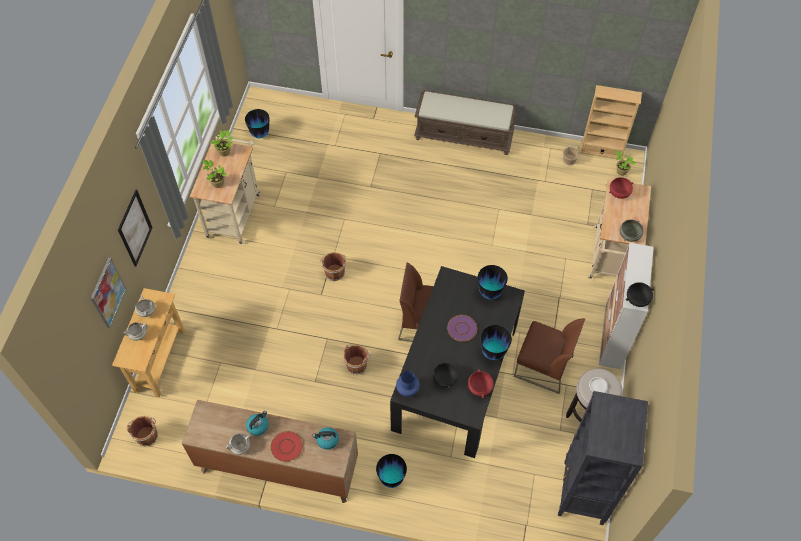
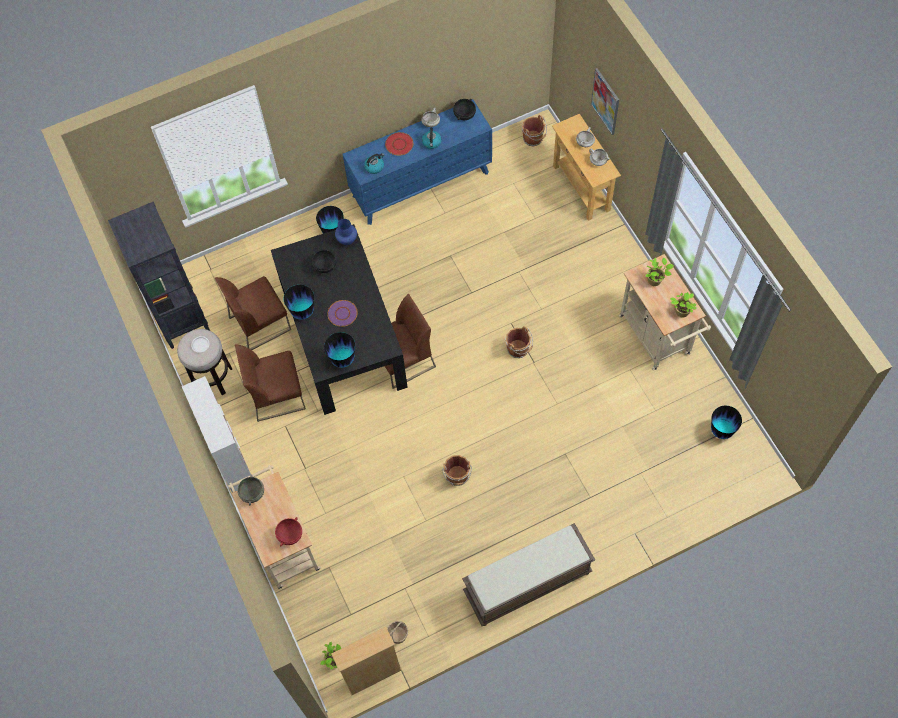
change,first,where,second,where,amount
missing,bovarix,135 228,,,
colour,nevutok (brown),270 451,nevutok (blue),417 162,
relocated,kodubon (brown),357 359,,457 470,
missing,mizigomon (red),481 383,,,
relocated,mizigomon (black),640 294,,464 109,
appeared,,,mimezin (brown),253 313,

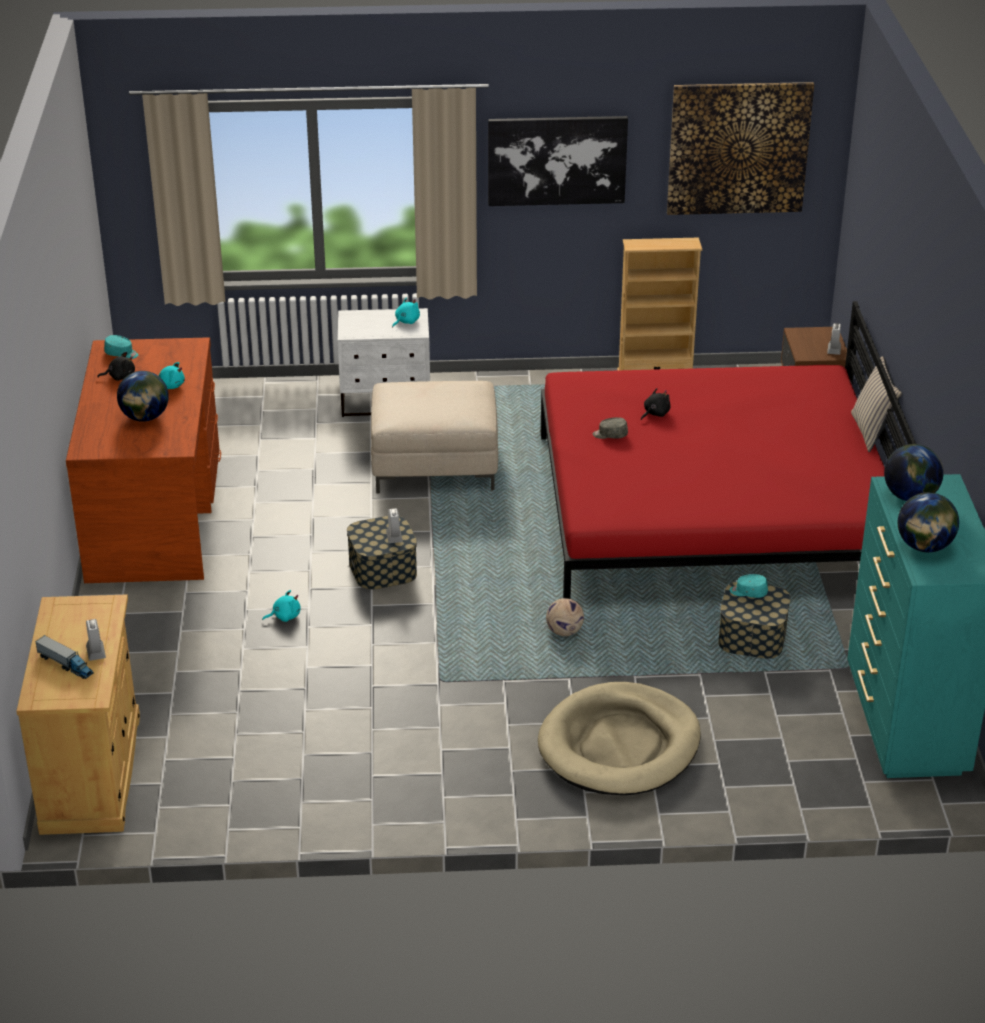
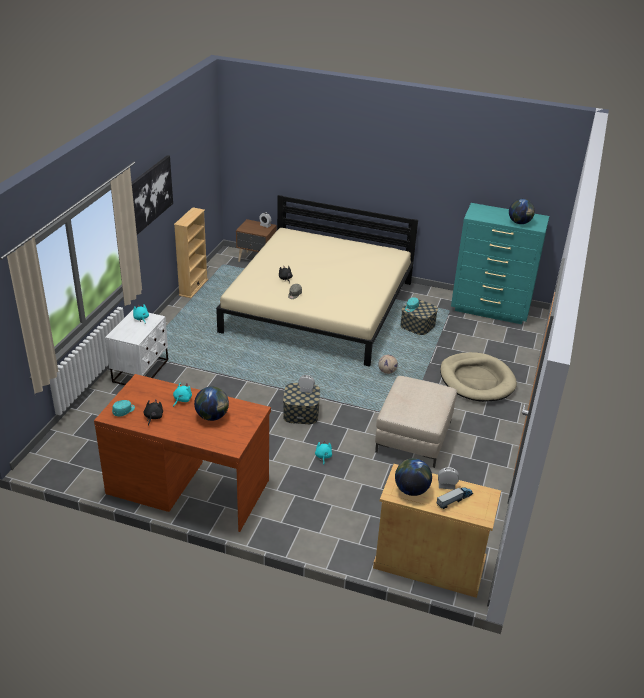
change,first,where,second,where,amount
relocated,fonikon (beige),434 437,,416 422,
colour,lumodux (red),728 450,lumodux (beige),317 281,
missing,bovarix,740 148,,,
missing,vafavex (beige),876 404,,,
relocated,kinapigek,913 472,,413 477,

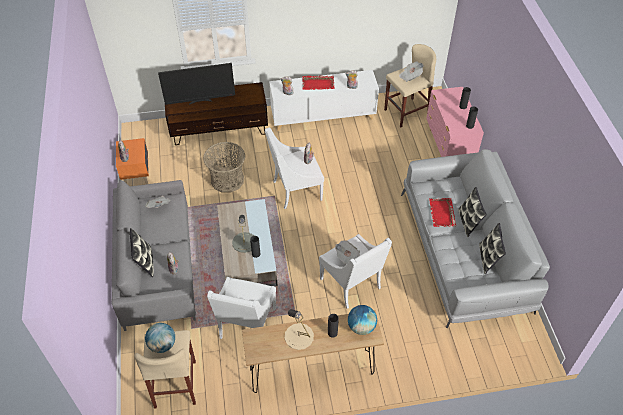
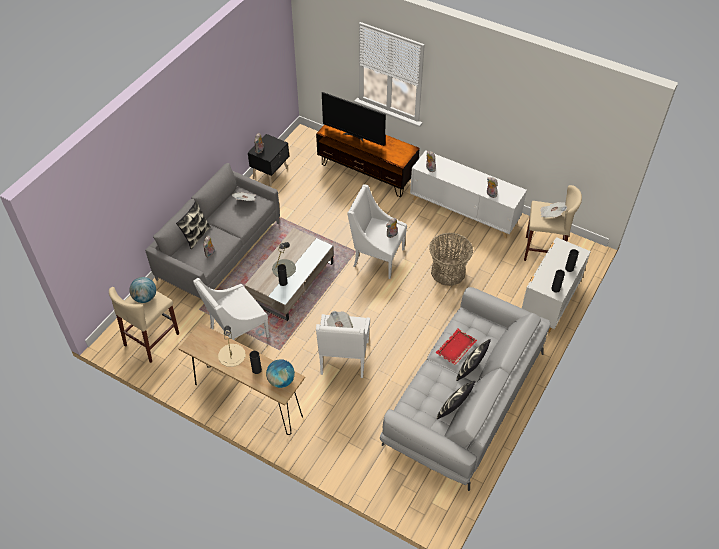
change,first,where,second,where,amount
colour,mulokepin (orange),132 161,mulokepin (black),268 160,
relocated,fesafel,224 167,,451 259,
missing,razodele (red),318 83,,,
colour,nevutok (pink),455 122,nevutok (white),556 285,

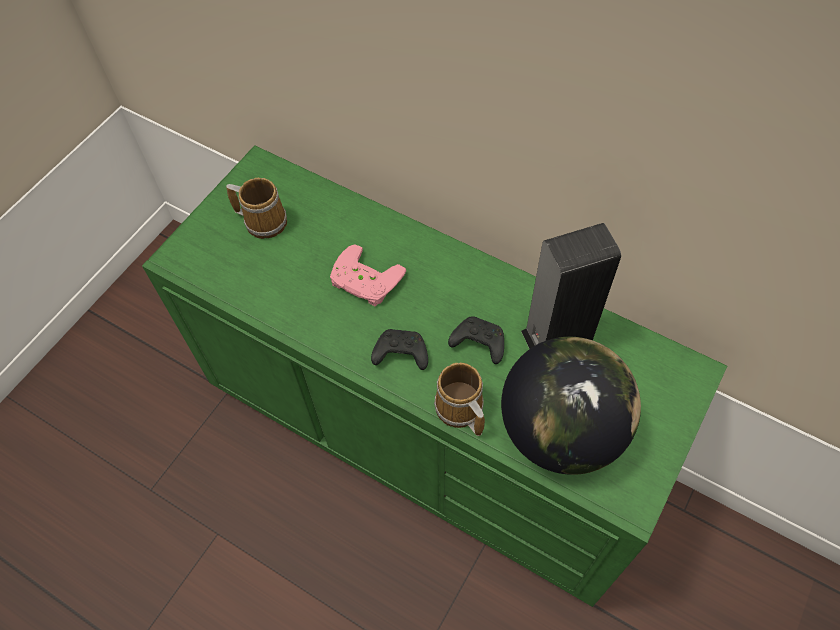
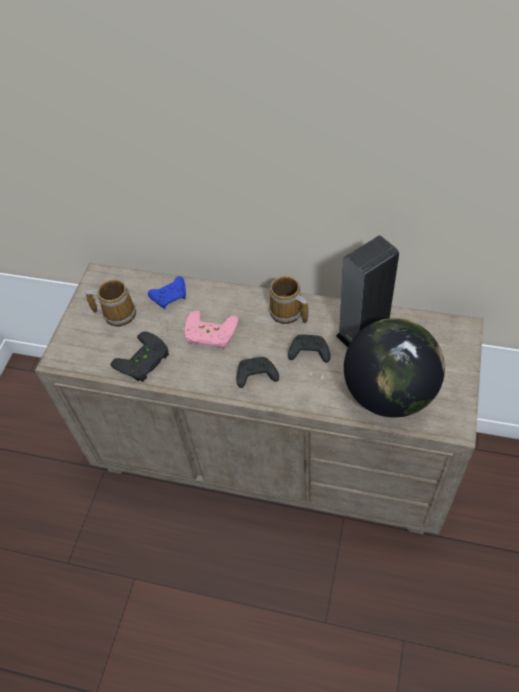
change,first,where,second,where,amount
colour,nevutok (green),434 376,nevutok (beige),259 398,
relocated,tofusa,459 399,,288 300,
appeared,,,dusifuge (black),139 357,
appeared,,,dusifuge (blue),167 292,

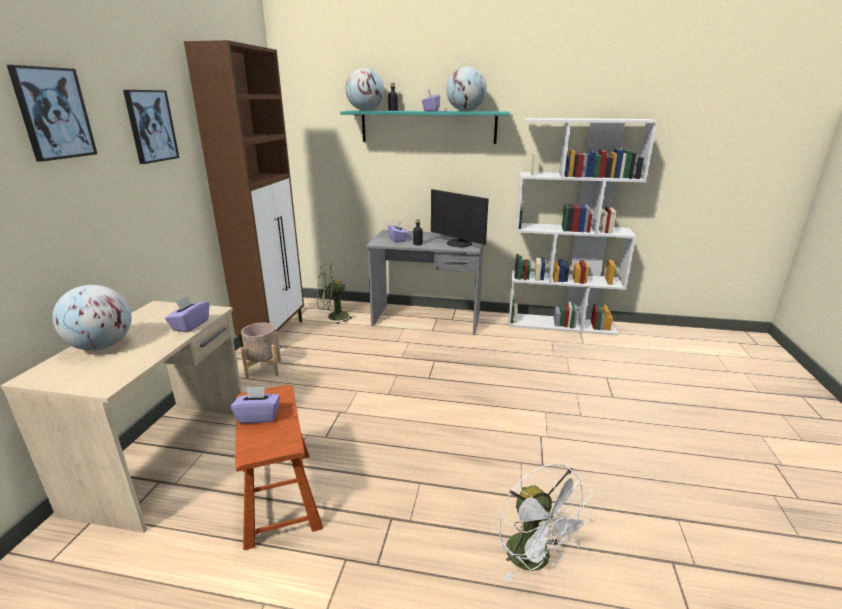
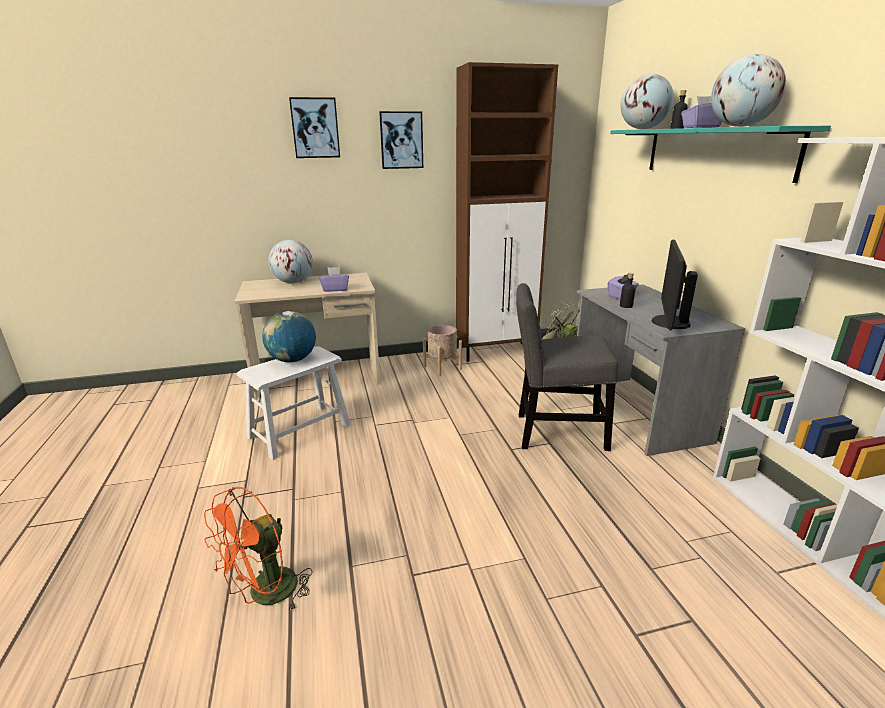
change,first,where,second,where,amount
exchanged,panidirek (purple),255 405,kinapigek,289 336,
colour,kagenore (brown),279 467,kagenore (white),293 403,
colour,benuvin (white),546 522,benuvin (orange),258 549,
appeared,,,mimezin (grey),567 367,

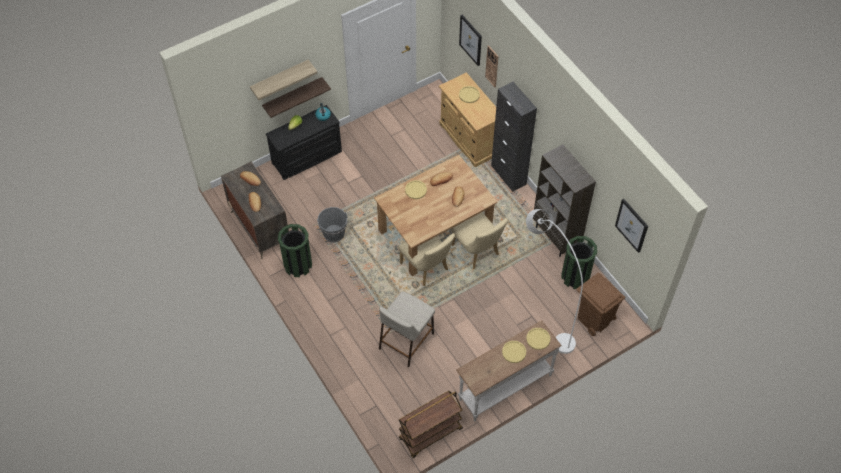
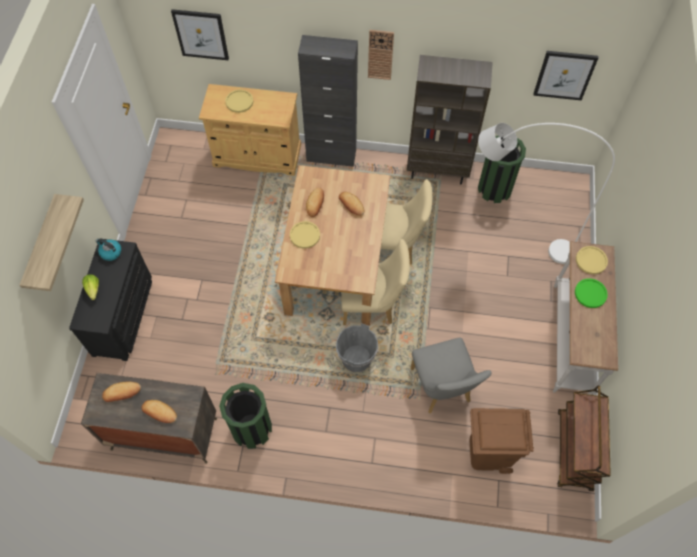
change,first,where,second,where,amount
missing,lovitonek,296 97,,,
relocated,kodubon (grey),332 225,,357 347,
exchanged,kagenore (beige),407 329,mimezin (grey),451 375,
relocated,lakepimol,491 66,,381 55,
colour,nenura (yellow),514 352,nenura (green),591 293,
relocated,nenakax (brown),601 304,,502 441,

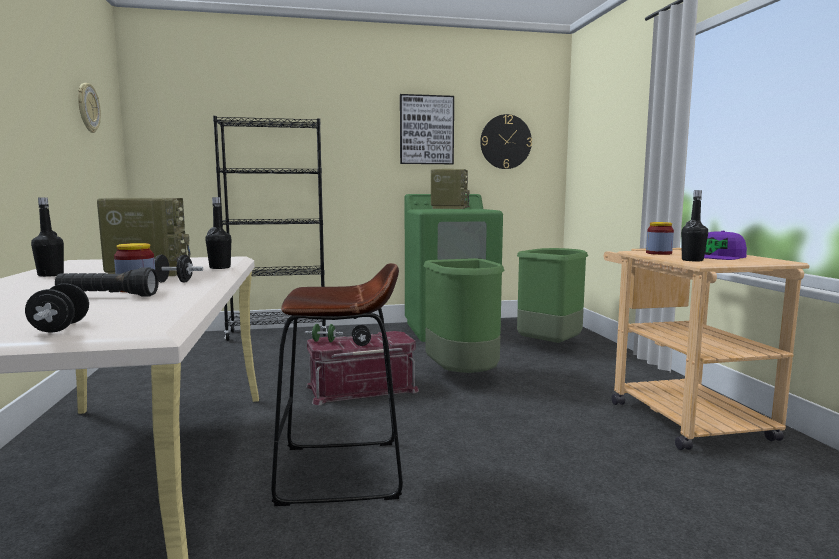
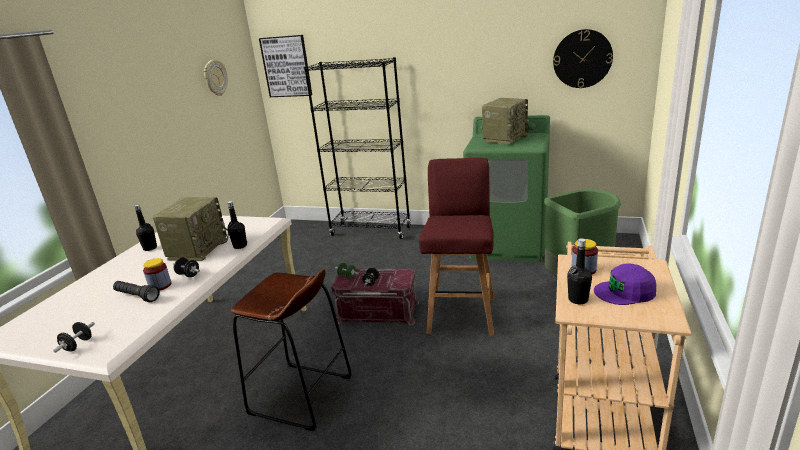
change,first,where,second,where,amount
relocated,bovarix,427 129,,285 66,
exchanged,nenakax (green),464 315,kagenore (red),456 247,

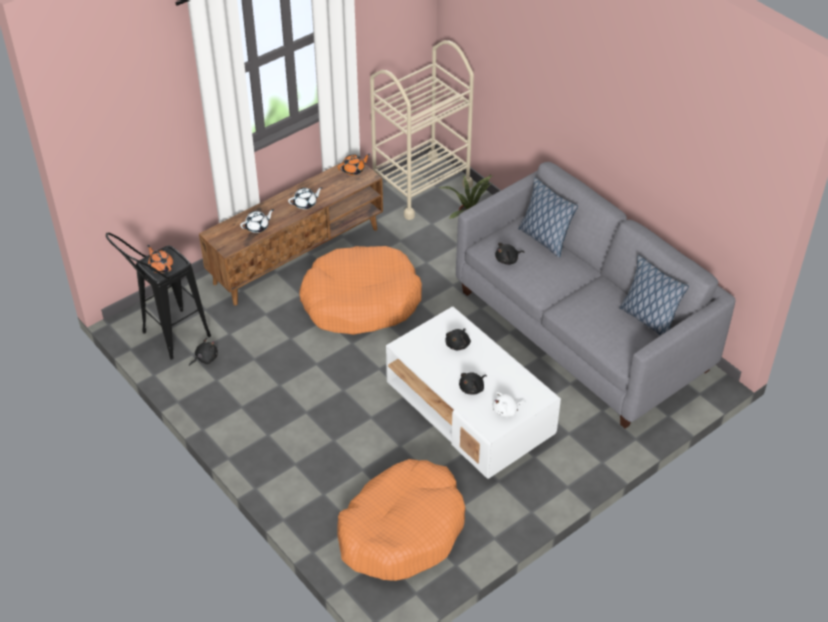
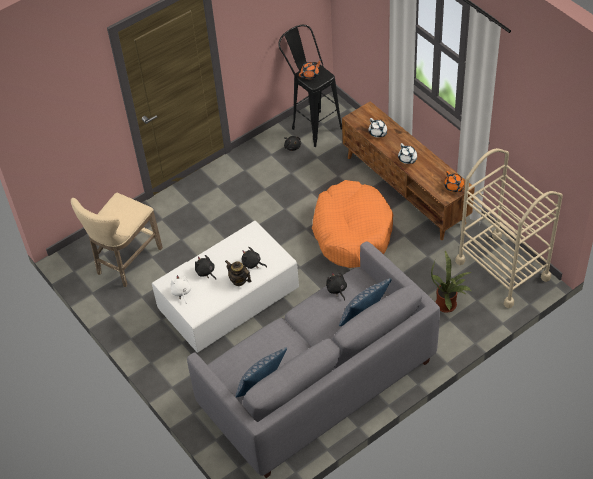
change,first,where,second,where,amount
exchanged,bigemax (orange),401 520,kagenore (beige),117 240,
appeared,,,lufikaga,238 273,

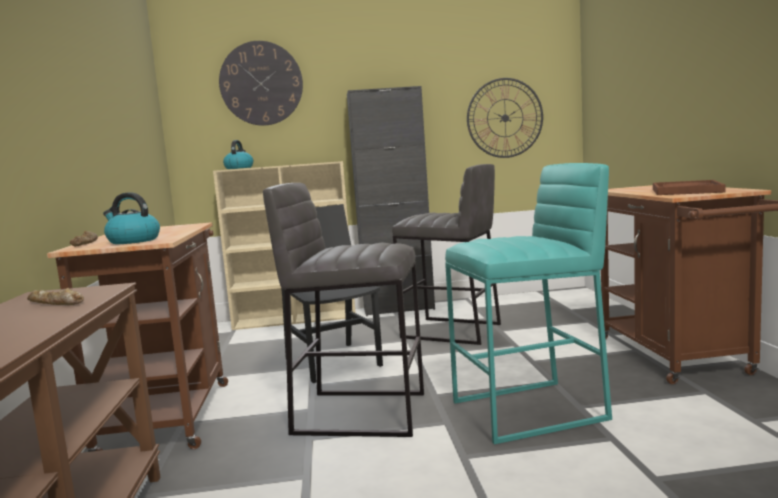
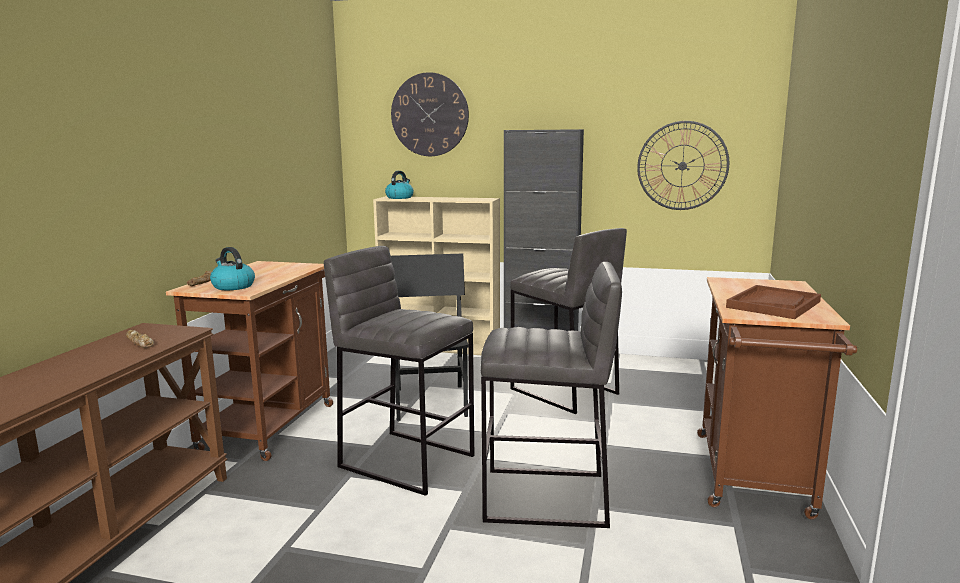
change,first,where,second,where,amount
colour,kagenore (turquoise),528 303,kagenore (grey),551 395,

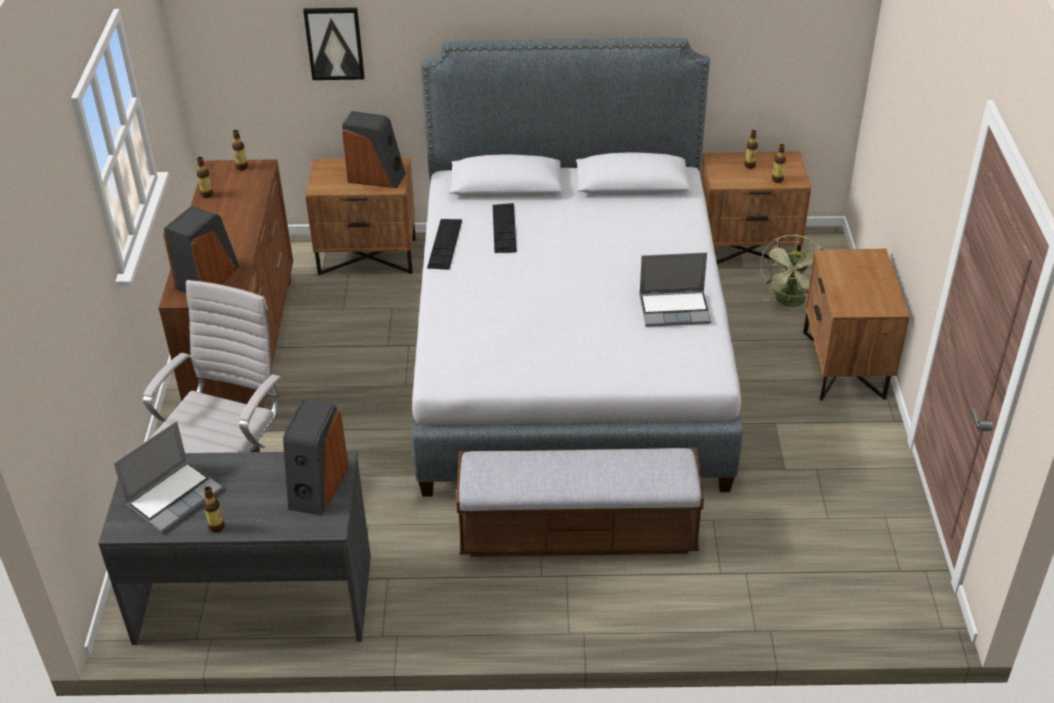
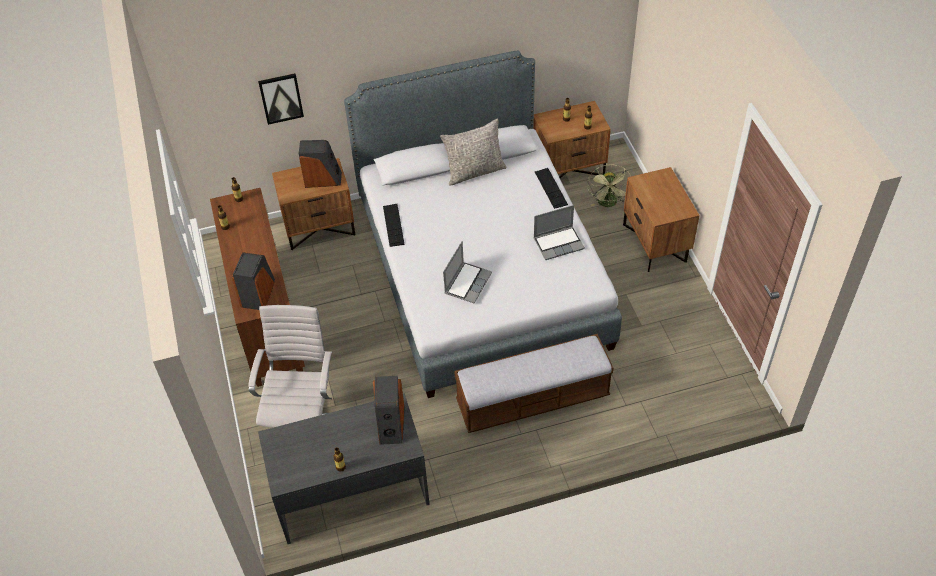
change,first,where,second,where,amount
relocated,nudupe,168 476,,467 272,
relocated,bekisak,505 228,,551 188,
appeared,,,vafavex (grey),473 152,

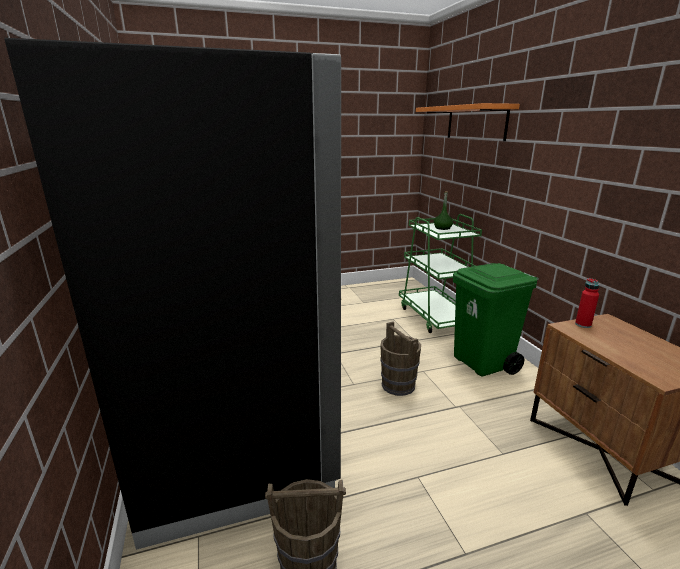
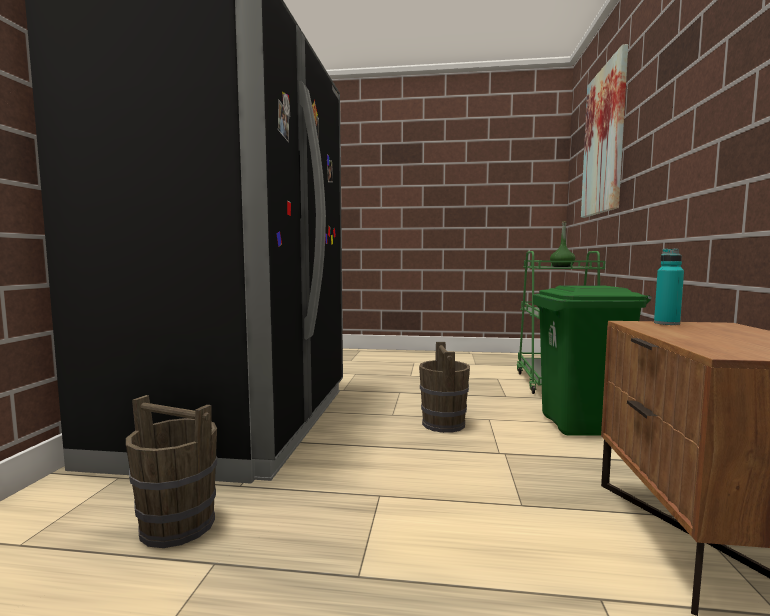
change,first,where,second,where,amount
exchanged,lovitonek (orange),468 122,bovarix,604 131,
colour,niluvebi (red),587 303,niluvebi (turquoise),669 287,

